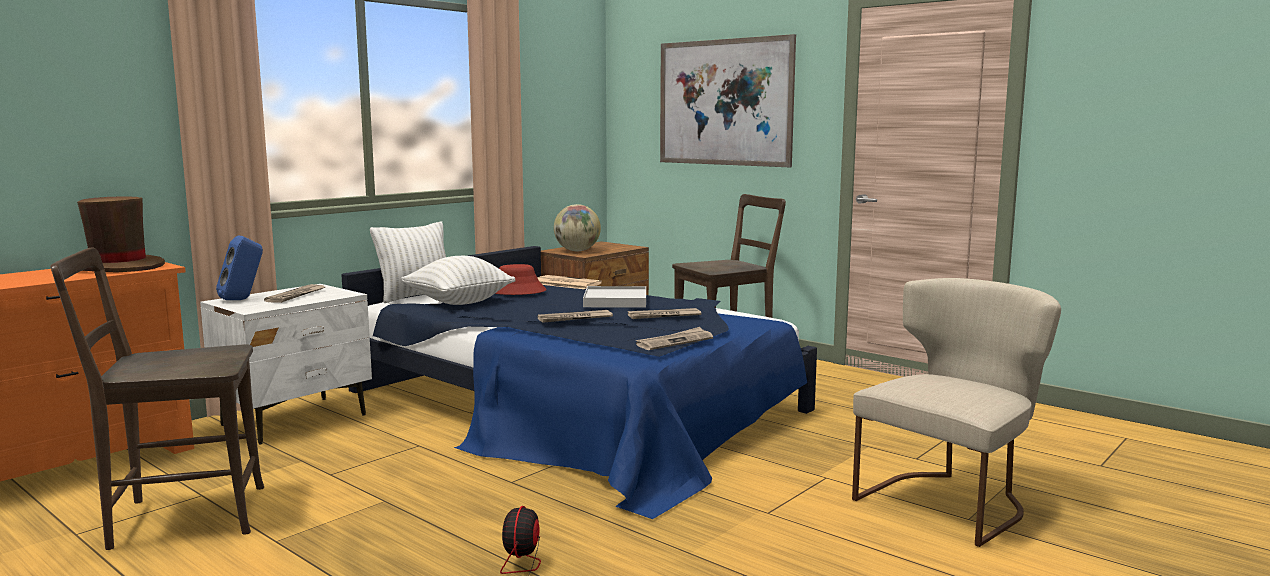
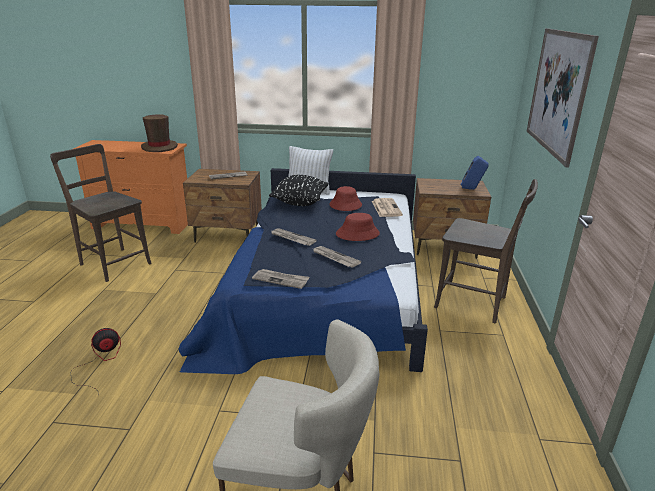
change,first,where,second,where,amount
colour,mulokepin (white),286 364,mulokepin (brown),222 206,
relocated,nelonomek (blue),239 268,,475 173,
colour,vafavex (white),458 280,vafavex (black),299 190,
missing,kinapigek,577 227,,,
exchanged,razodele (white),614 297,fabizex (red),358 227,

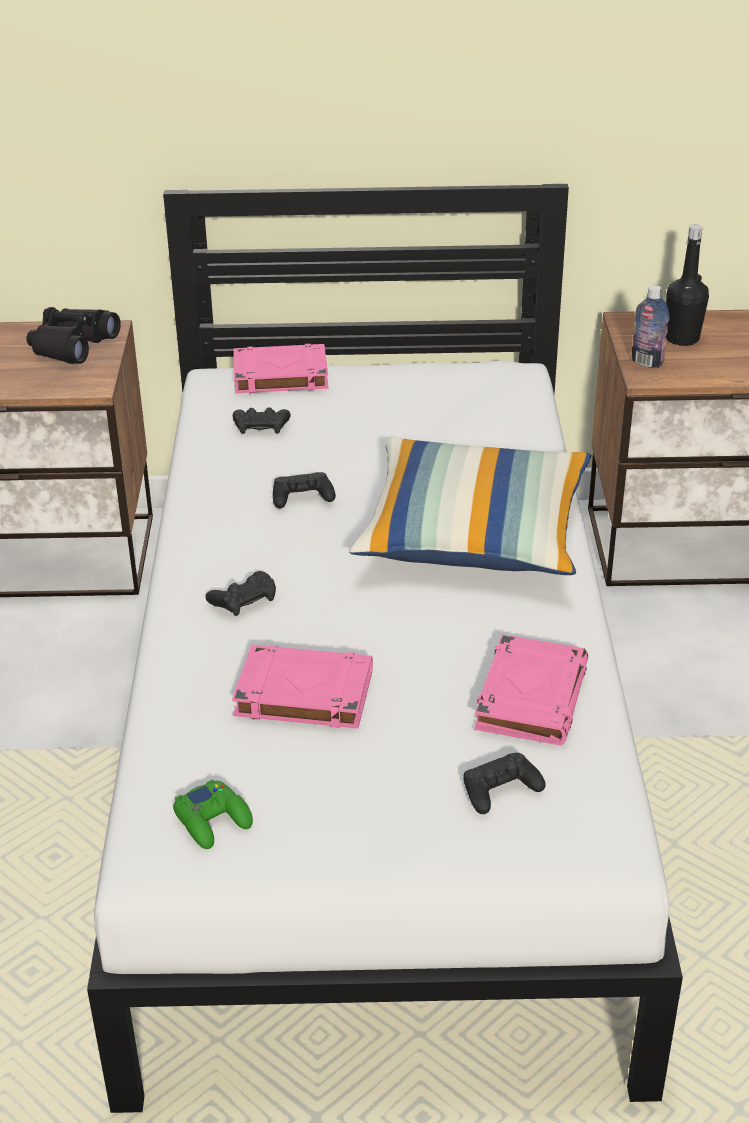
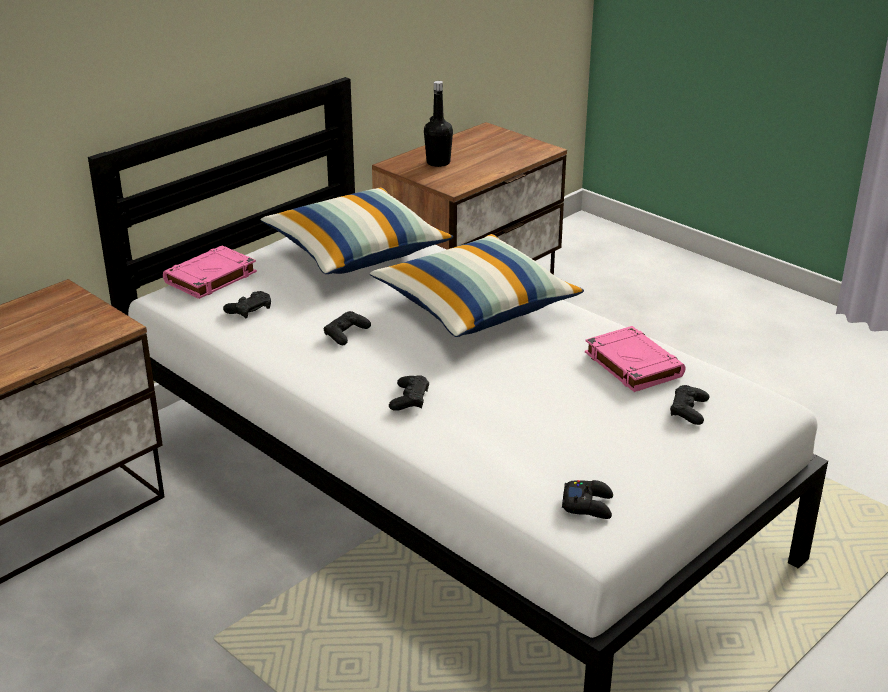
change,first,where,second,where,amount
missing,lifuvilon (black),73 335,,,
colour,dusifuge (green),213 814,dusifuge (black),587 499,
missing,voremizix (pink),302 686,,,
missing,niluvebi,650 326,,,
appeared,,,vafavex,357 230,

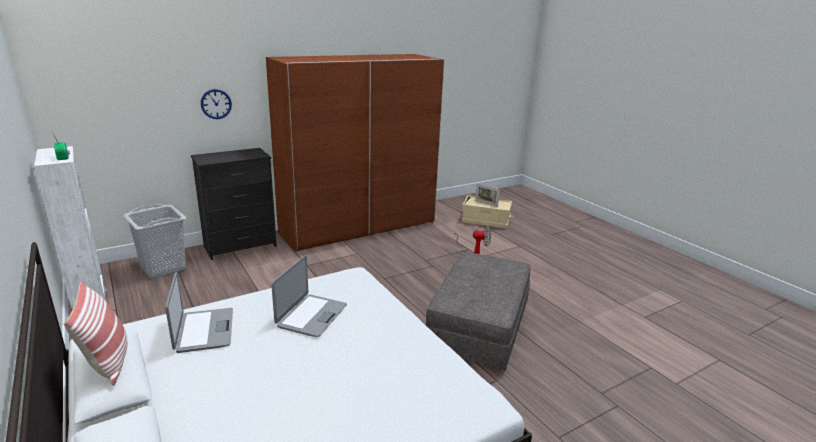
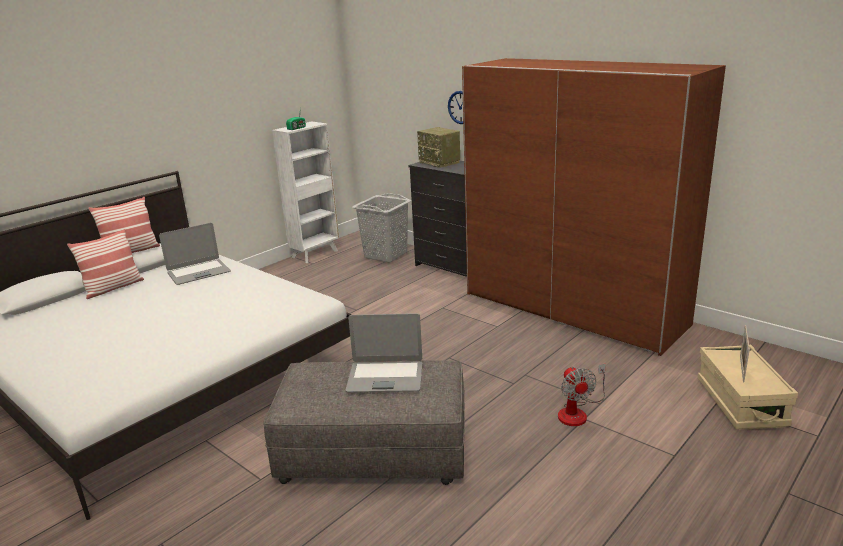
change,first,where,second,where,amount
relocated,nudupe,309 296,,384 352,
appeared,,,vafavex,105 264,
appeared,,,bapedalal,438 147,

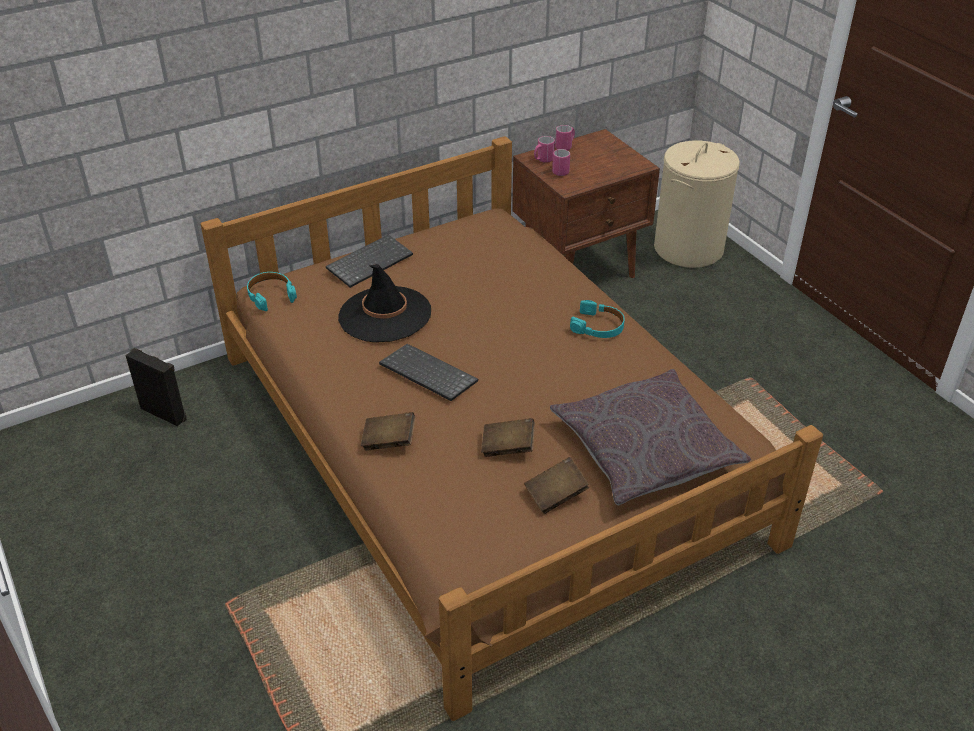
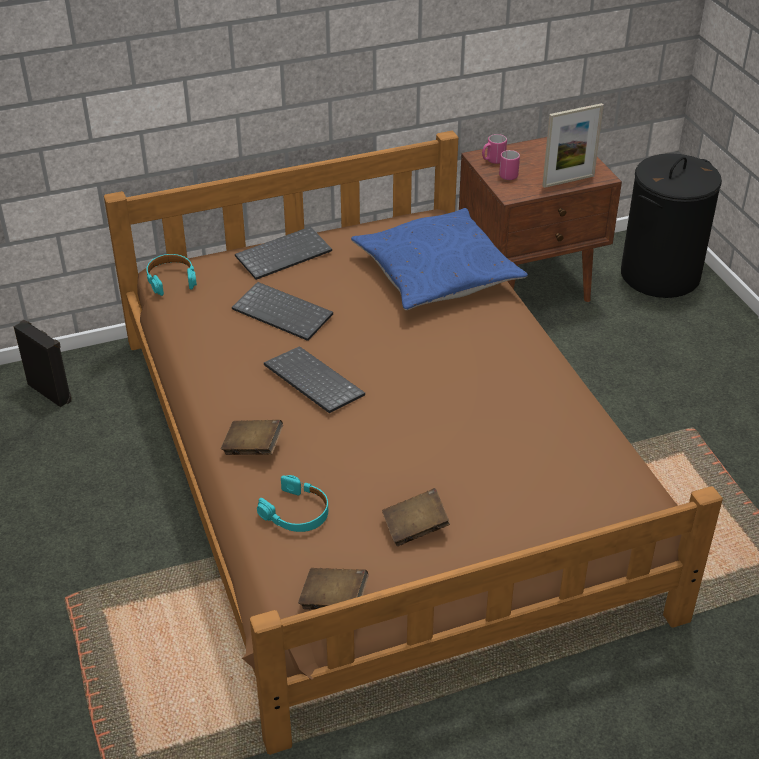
change,first,where,second,where,amount
exchanged,fabizex (black),384 303,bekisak,282 311,
relocated,voremizix (brown),508 437,,333 589,
missing,vafavex (grey),650 437,,,
missing,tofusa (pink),565 137,,,
relocated,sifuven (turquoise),597 319,,292 503,
colour,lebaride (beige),697 204,lebaride (black),671 225,
appeared,,,vafavex (blue),439 259,
appeared,,,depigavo,573 145,

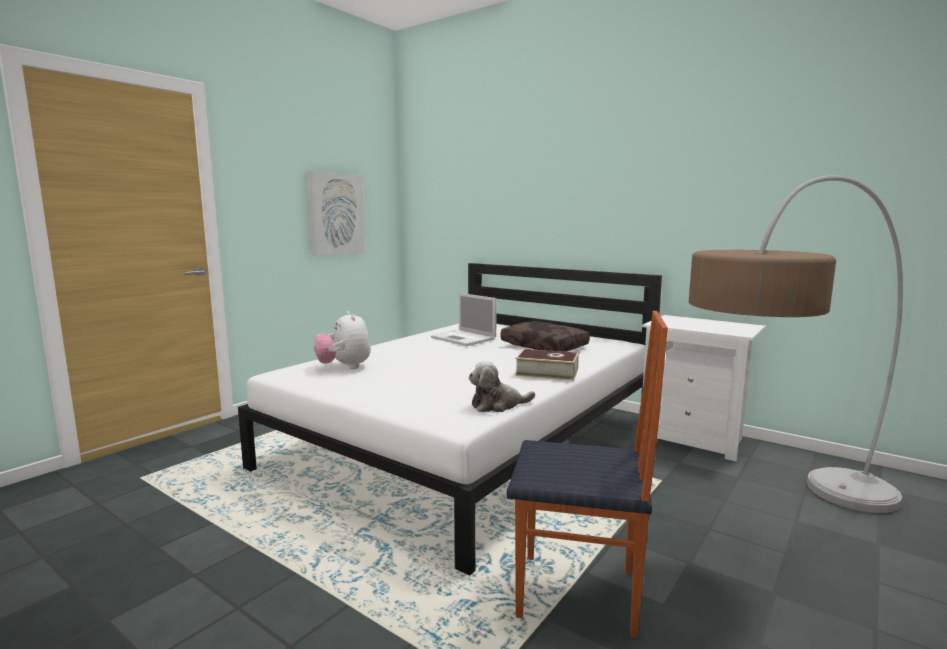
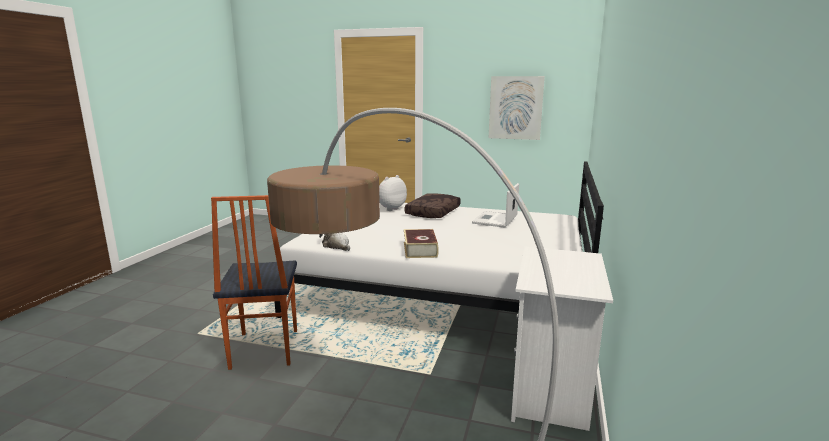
change,first,where,second,where,amount
relocated,vafavex (brown),545 336,,433 205,

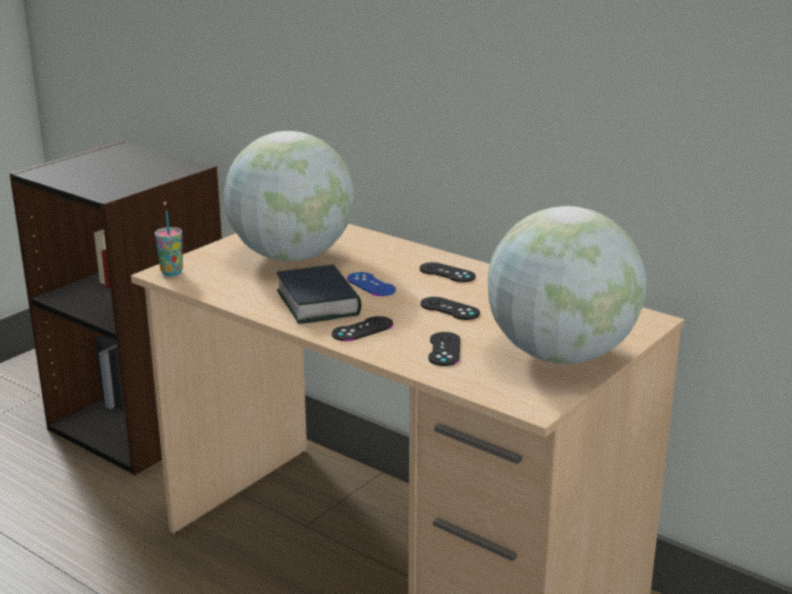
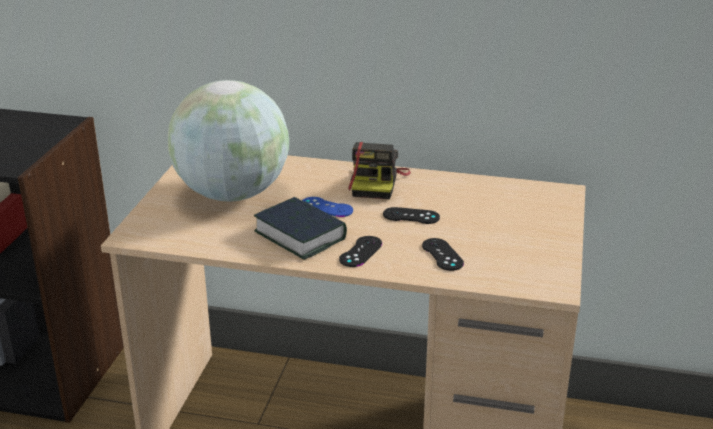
change,first,where,second,where,amount
missing,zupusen,169 243,,,
exchanged,dusifuge (black),447 272,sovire,379 170,
missing,kinapigek,566 285,,,

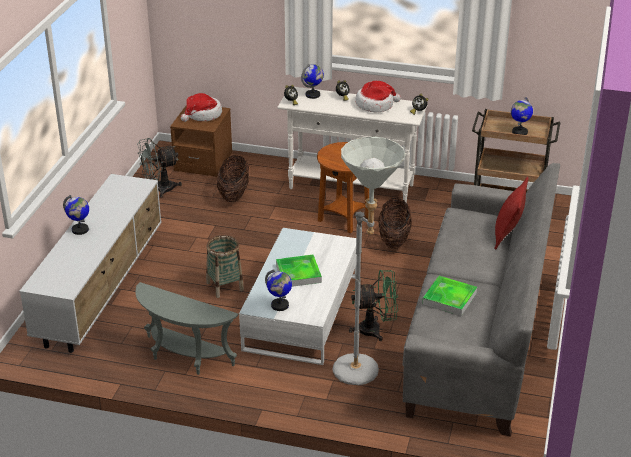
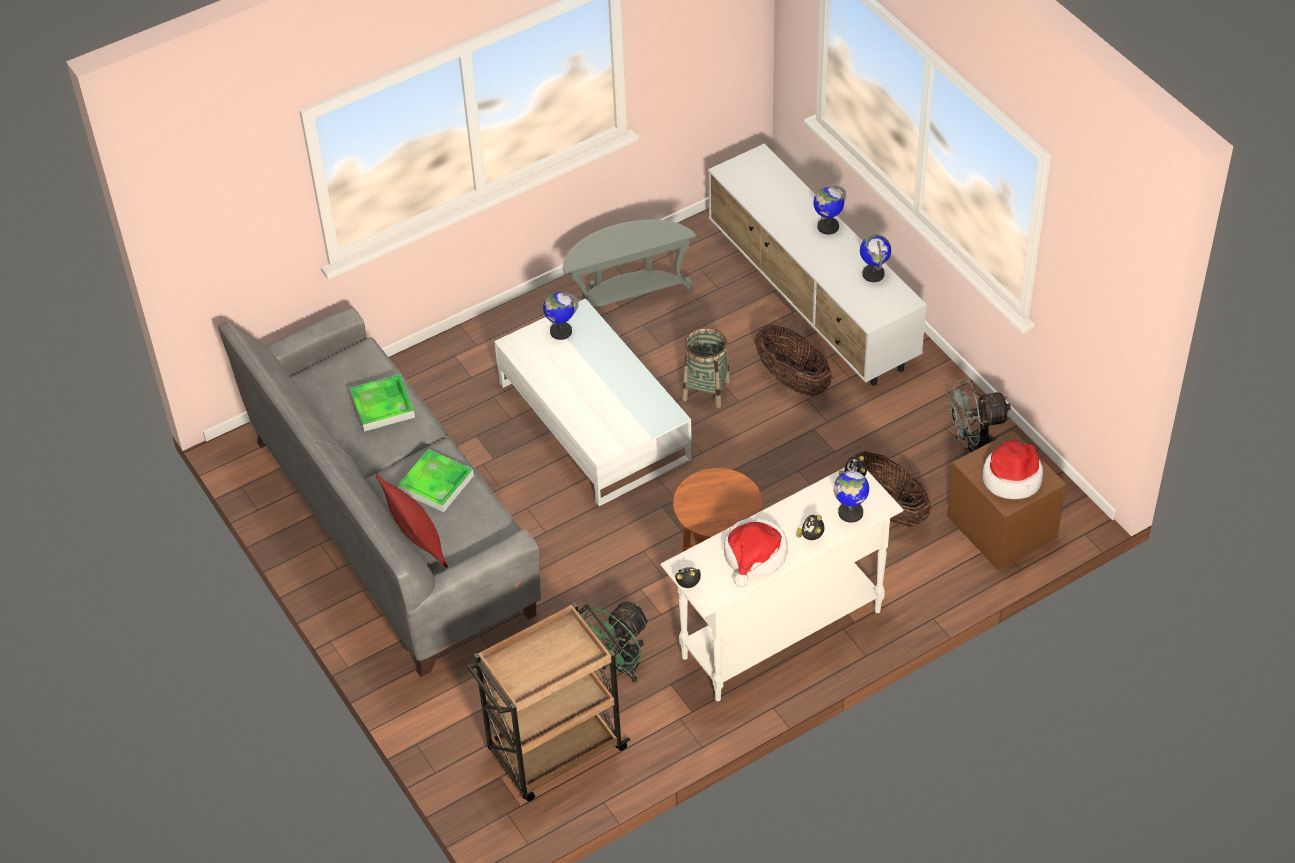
change,first,where,second,where,amount
spun,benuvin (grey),159 168,,978 415,120 degrees counterclockwise
relocated,razodele,299 271,,436 480,
missing,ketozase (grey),369 260,,,
relocated,benuvin (green),373 305,,615 642,
relocated,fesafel,395 223,,793 360,
relocated,kinapigek,522 116,,875 258,

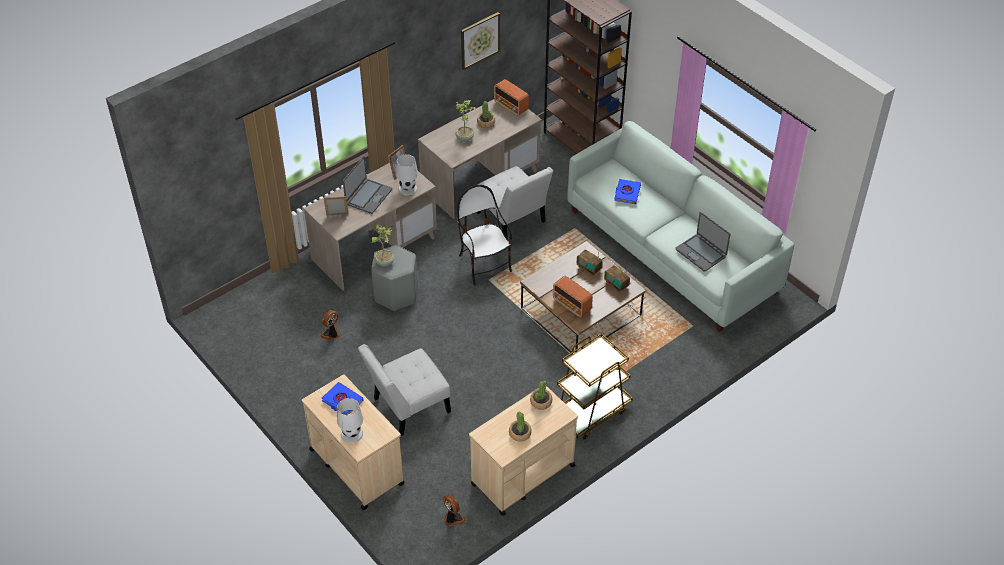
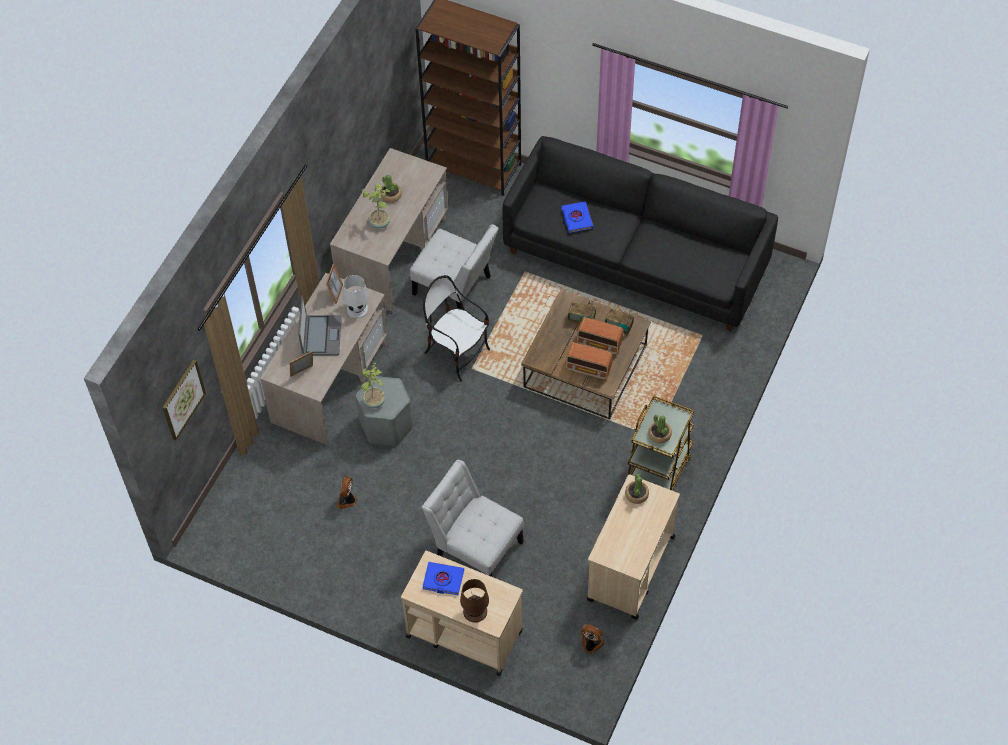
change,first,where,second,where,amount
colour,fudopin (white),350 420,fudopin (brown),474 601,
spun,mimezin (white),404 390,,473 518,90 degrees clockwise
relocated,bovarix,480 41,,184 399,
relocated,bapedalal,511 97,,600 335,
relocated,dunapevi,520 427,,660 429,
colour,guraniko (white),680 226,guraniko (black),640 233,
missing,nudupe,703 242,,,

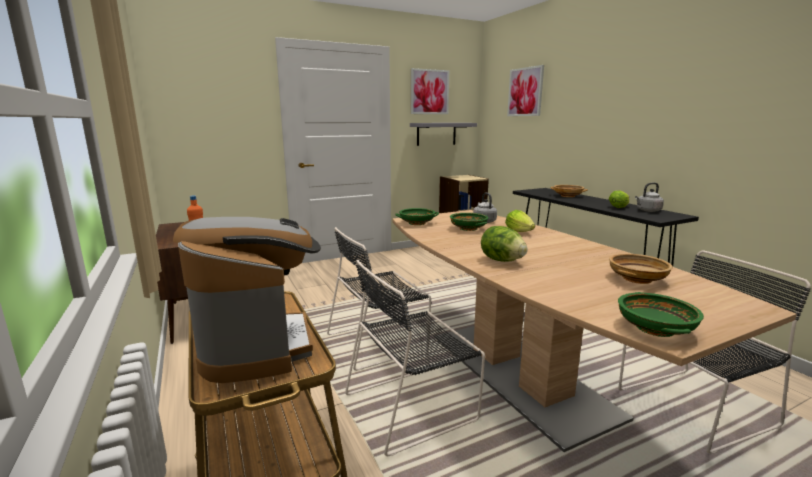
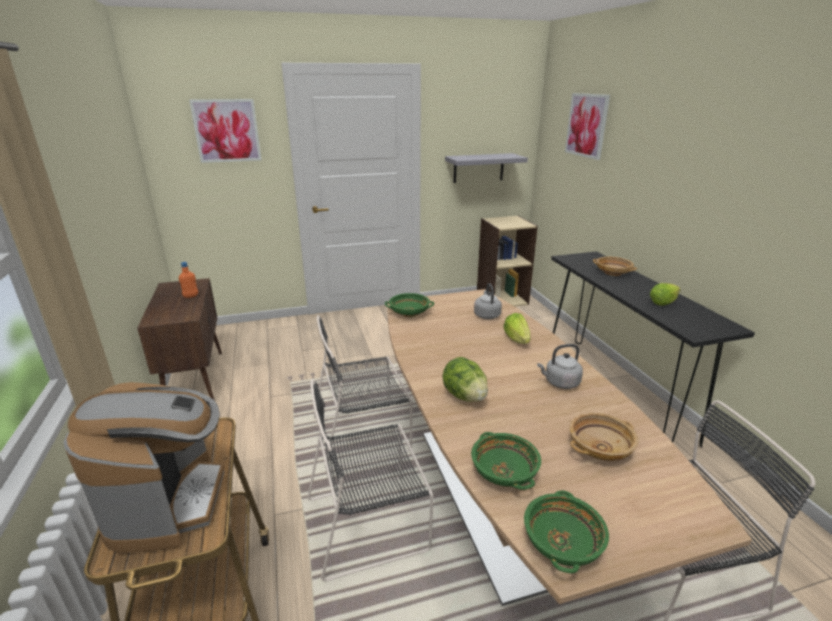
change,first,where,second,where,amount
relocated,bovarix,430 91,,225 131,
relocated,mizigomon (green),469 222,,506 461,
relocated,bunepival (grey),649 197,,560 366,

